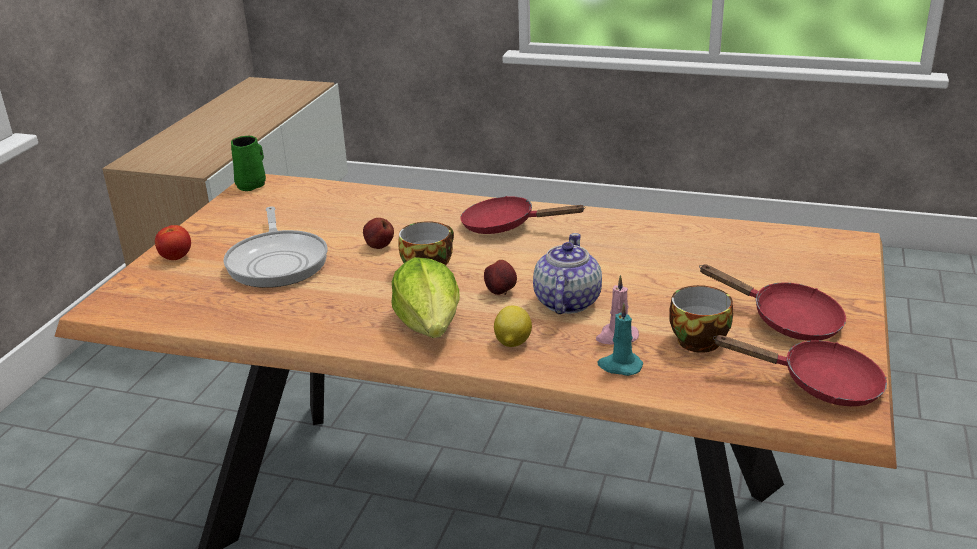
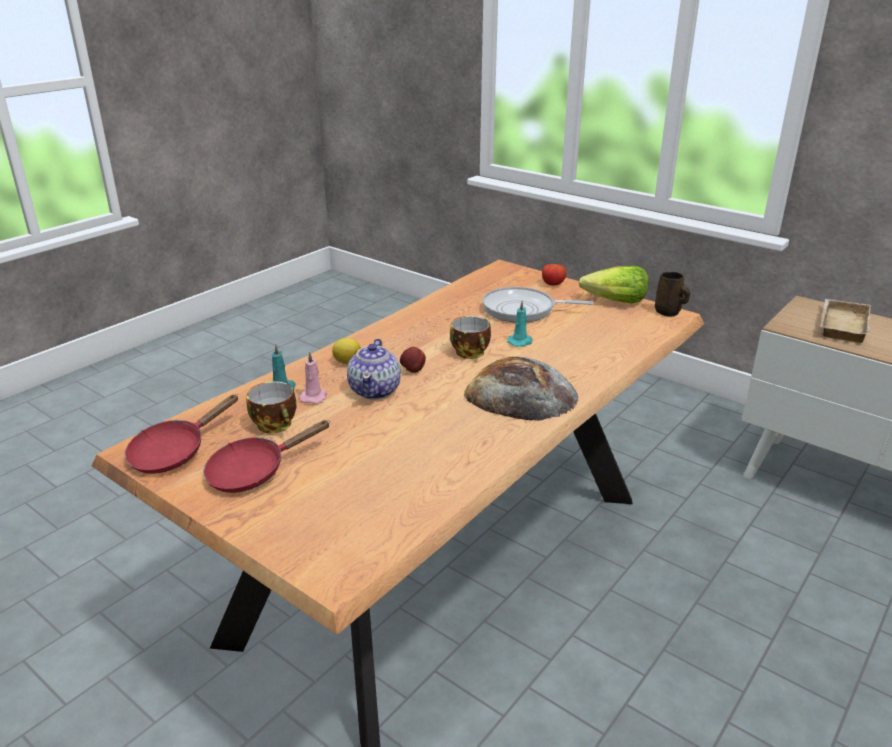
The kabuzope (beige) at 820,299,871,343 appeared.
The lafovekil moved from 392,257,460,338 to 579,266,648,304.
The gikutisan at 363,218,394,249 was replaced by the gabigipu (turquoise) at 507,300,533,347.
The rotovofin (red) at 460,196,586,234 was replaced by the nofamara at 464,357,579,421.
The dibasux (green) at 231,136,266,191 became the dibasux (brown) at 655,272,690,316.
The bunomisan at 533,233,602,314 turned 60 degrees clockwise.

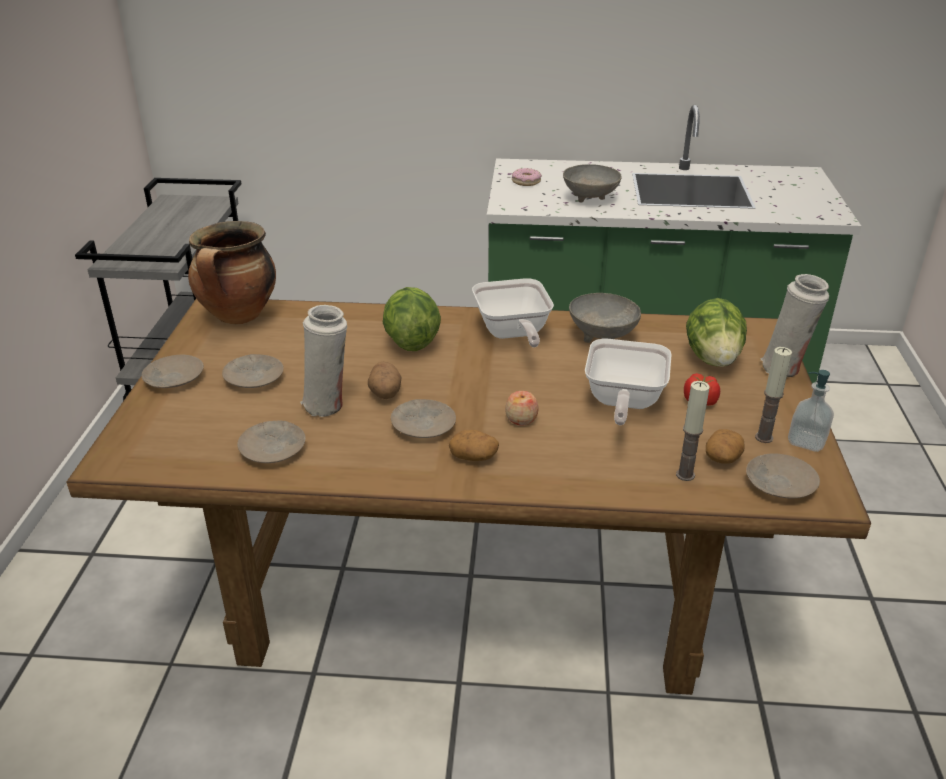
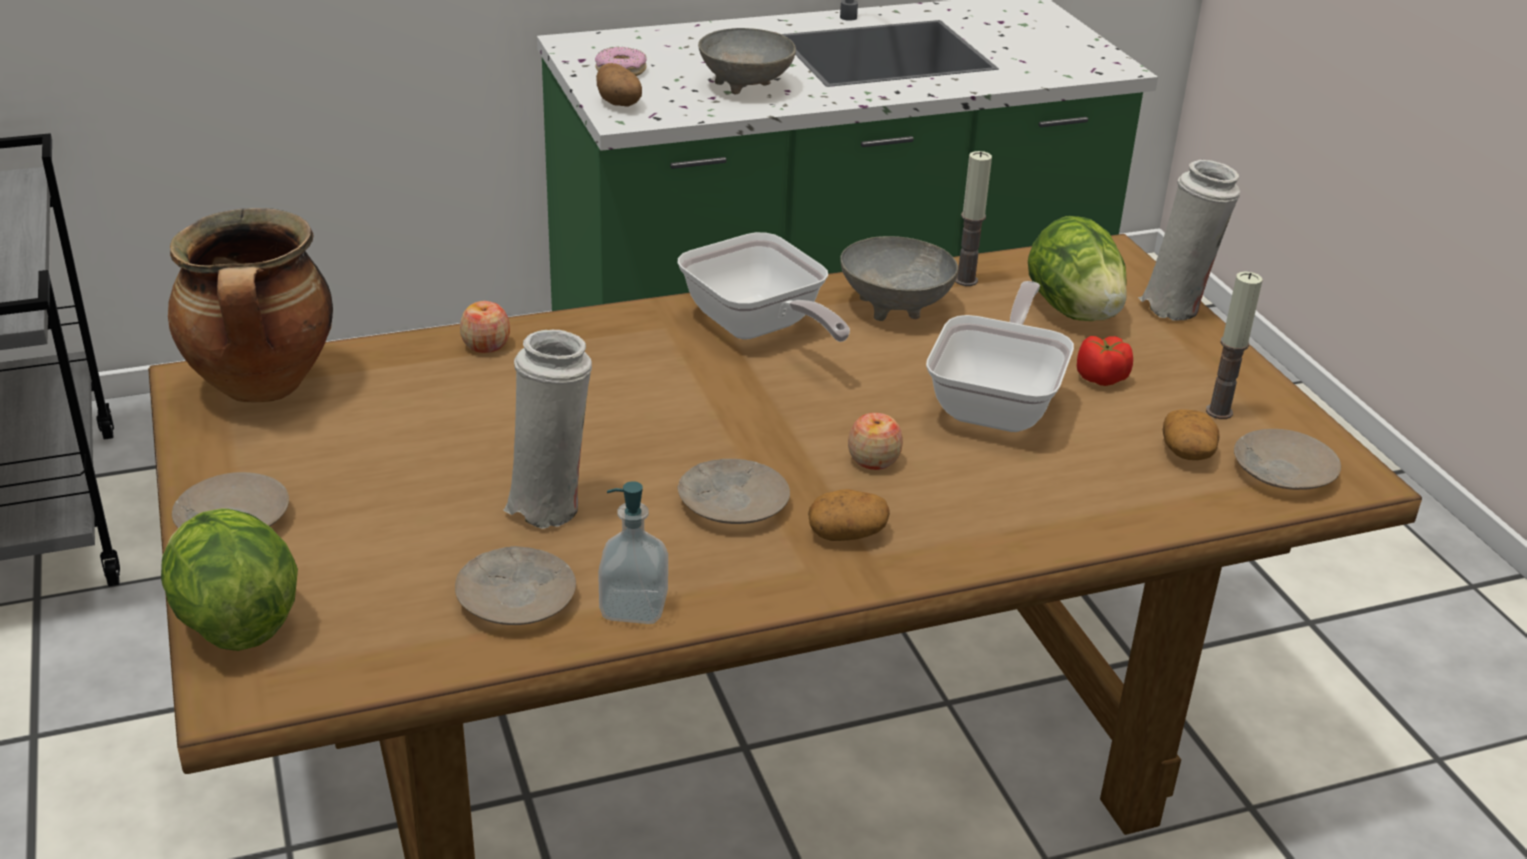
The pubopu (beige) at 222,354,284,388 disappeared.
The gikutisan at 460,301,510,353 appeared.
The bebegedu moved from 368,362,402,399 to 596,63,642,107.
The lafovekil moved from 383,287,441,351 to 161,508,298,651.
The gabigipu moved from 676,381,710,481 to 955,151,992,286.
The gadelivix moved from 788,370,834,452 to 598,481,668,624.
The rotovofin at 585,339,672,425 turned 150 degrees counterclockwise.

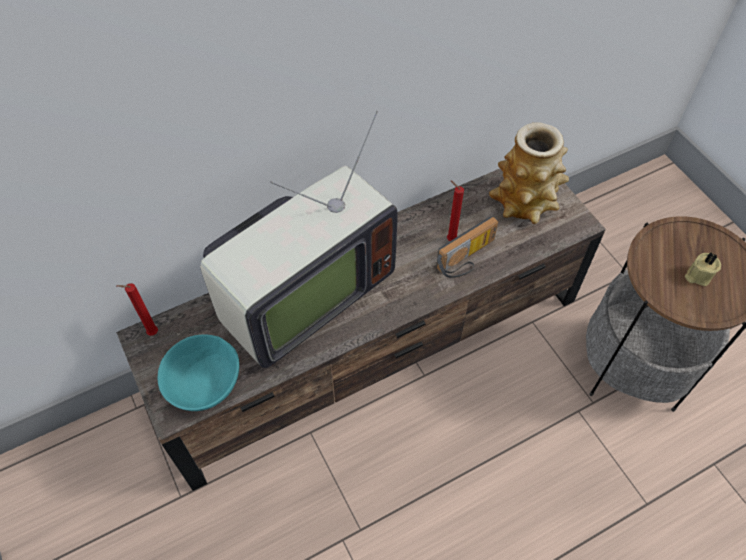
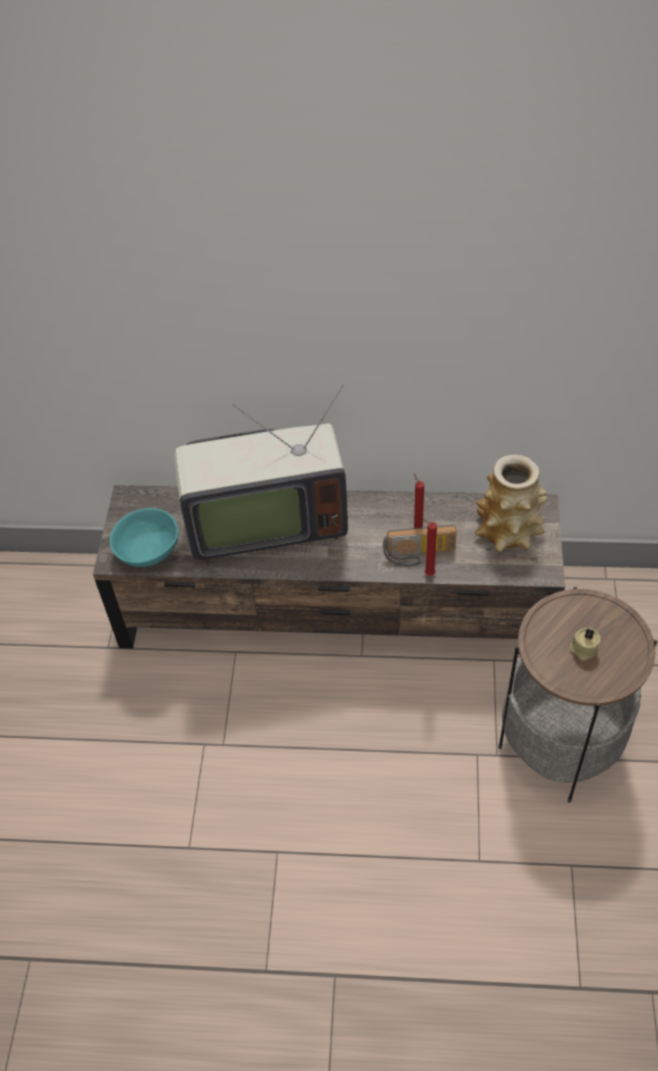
The gabigipu (red) moved from 117,283,158,336 to 423,519,437,576.

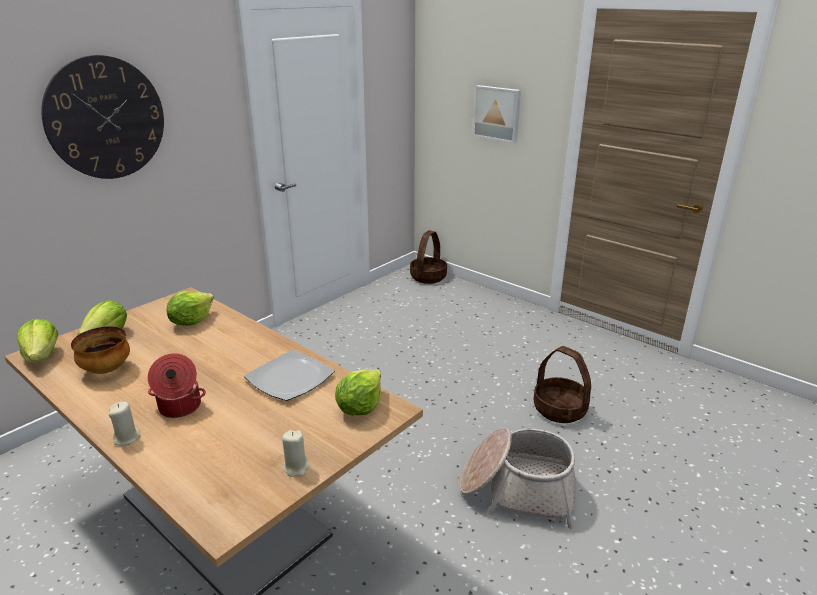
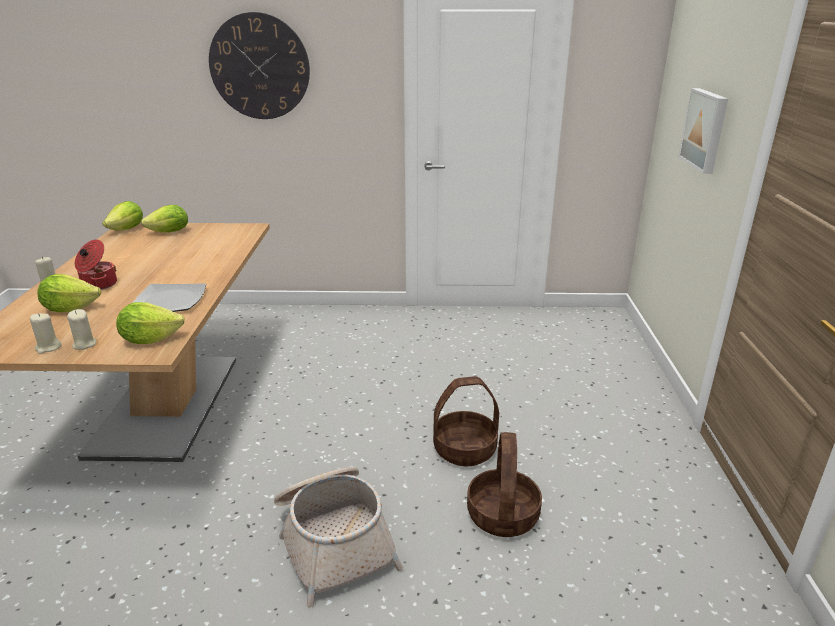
The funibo at 71,327,130,374 disappeared.
The gabigipu (beige) at 67,309,96,350 appeared.
The lafovekil moved from 166,291,214,326 to 37,274,101,312.
The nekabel moved from 410,230,447,284 to 433,376,499,466.

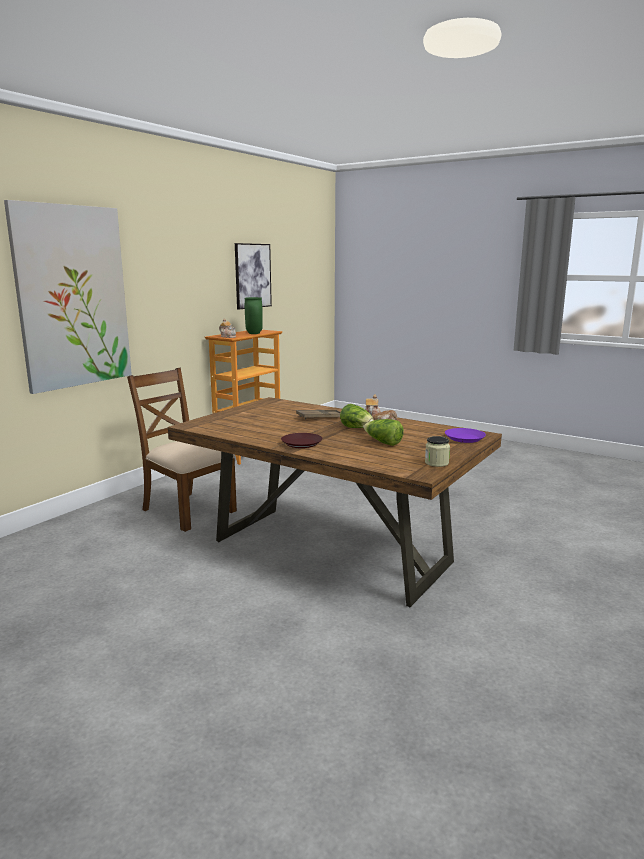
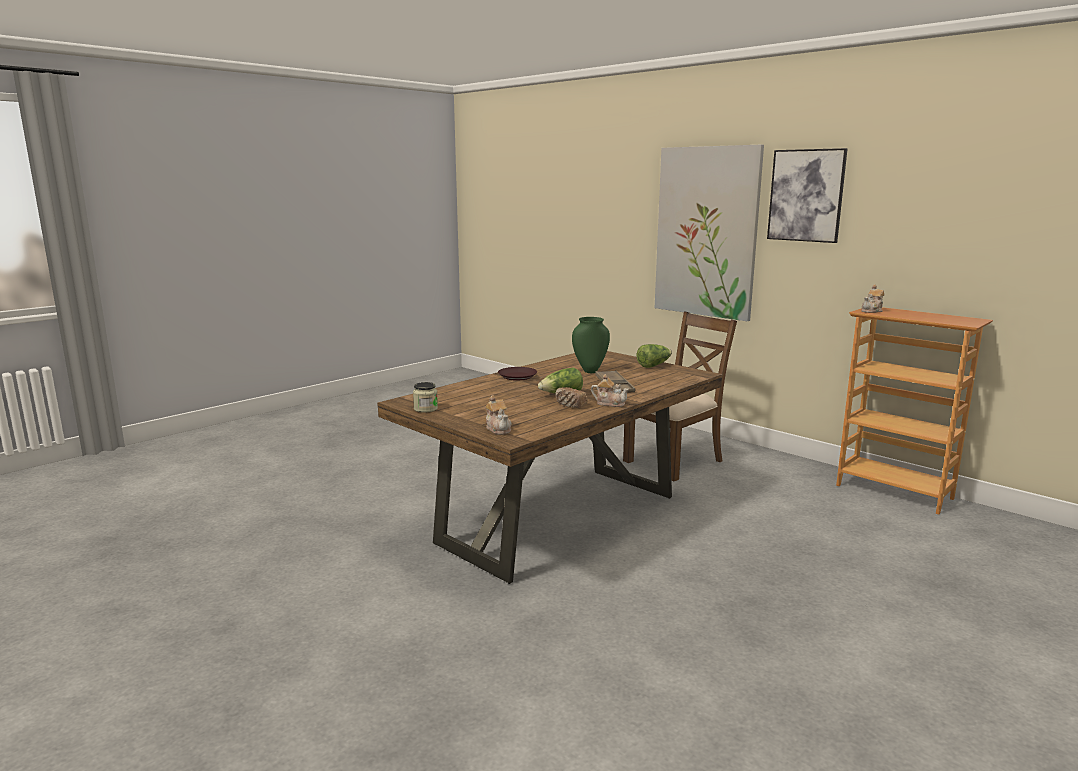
The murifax moved from 235,243,272,310 to 767,148,848,243.
The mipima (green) moved from 245,297,263,334 to 572,317,610,373.
The lafovekil moved from 363,419,404,446 to 637,344,672,368.
The pubopu (purple) at 445,428,486,443 was replaced by the bunomisan at 485,395,512,435.

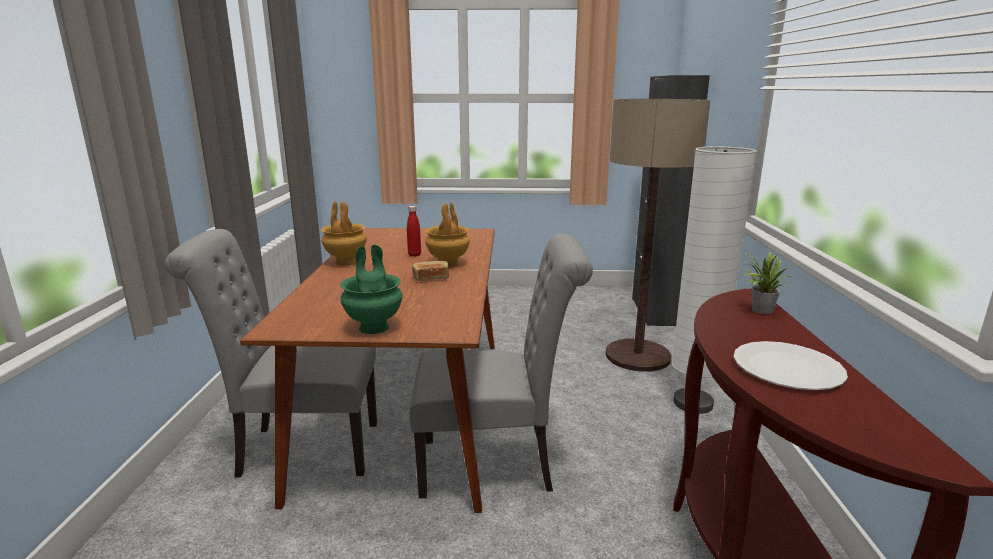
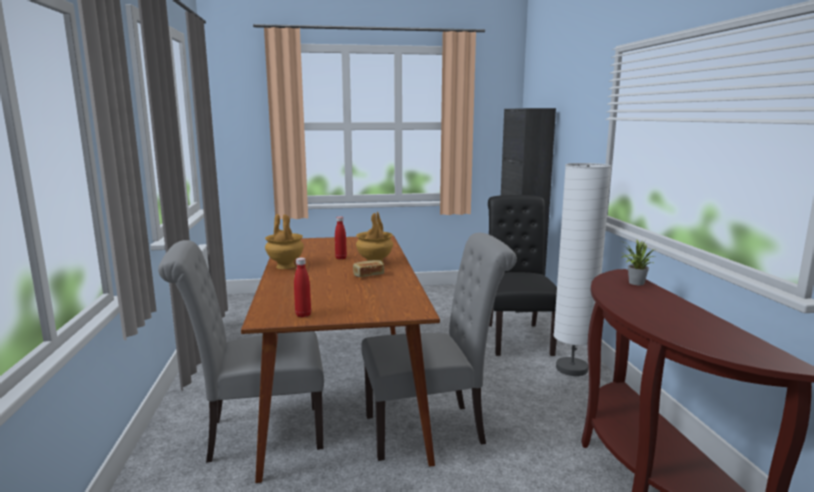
The mipima (green) at 340,245,402,334 disappeared.
The pubopu (white) at 734,341,848,390 disappeared.
The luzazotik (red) at 294,258,311,317 appeared.
The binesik at 605,99,710,372 was replaced by the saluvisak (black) at 488,195,557,356.

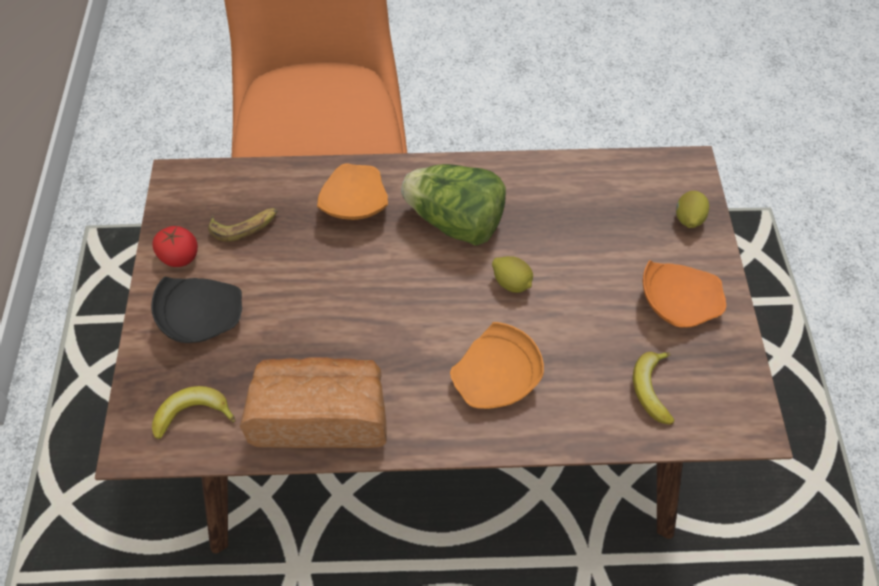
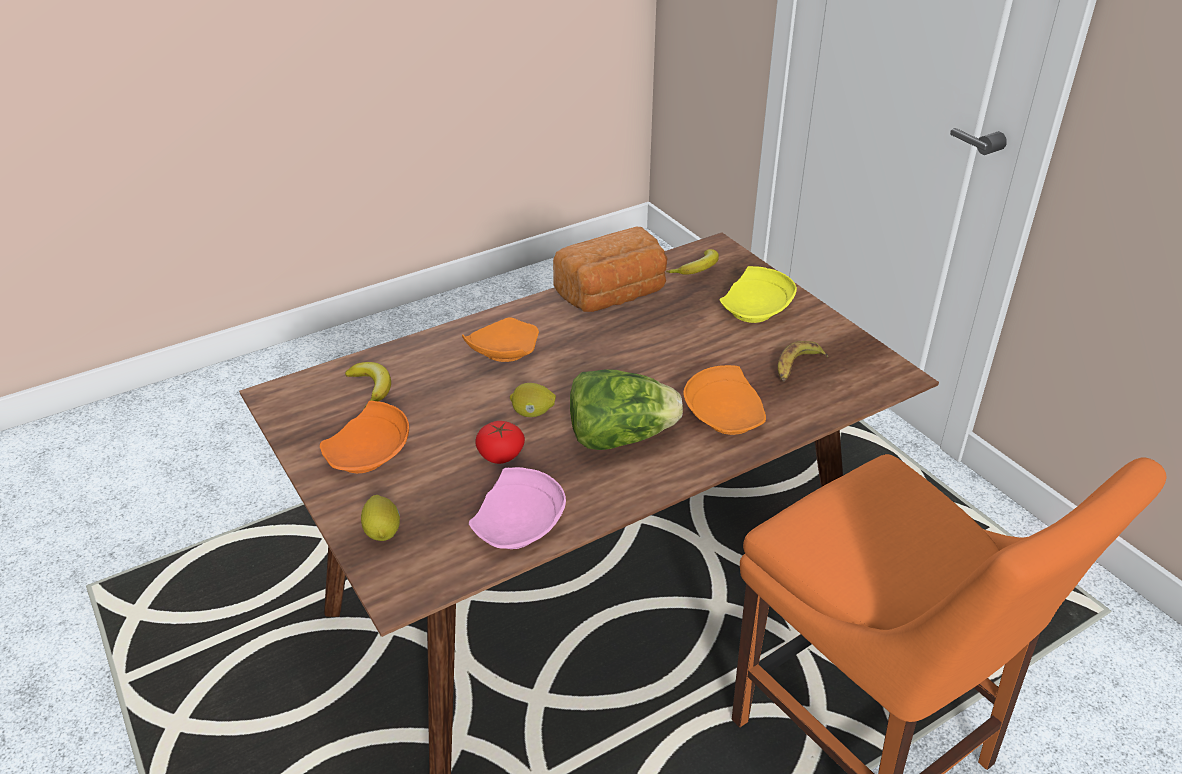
The pubopu (pink) at 469,467,566,549 appeared.
The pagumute moved from 153,226,198,267 to 475,421,525,464.
The pubopu (black) at 151,277,242,343 became the pubopu (yellow) at 720,266,797,323.

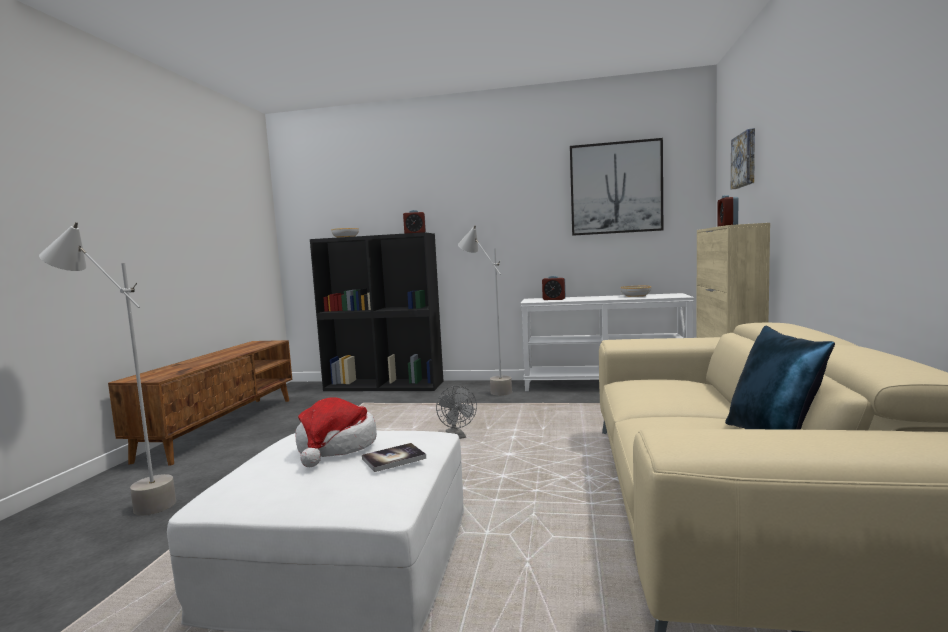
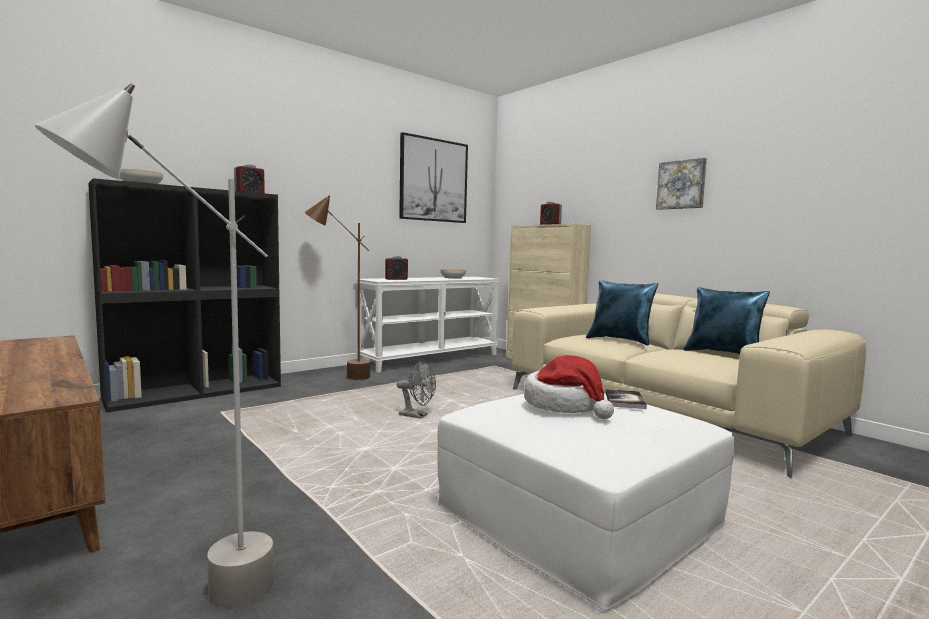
The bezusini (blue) at 586,280,658,346 appeared.
The murifax moved from 731,128,755,189 to 656,158,707,210.
The binesik (grey) at 458,225,512,396 became the binesik (brown) at 305,195,370,380.

